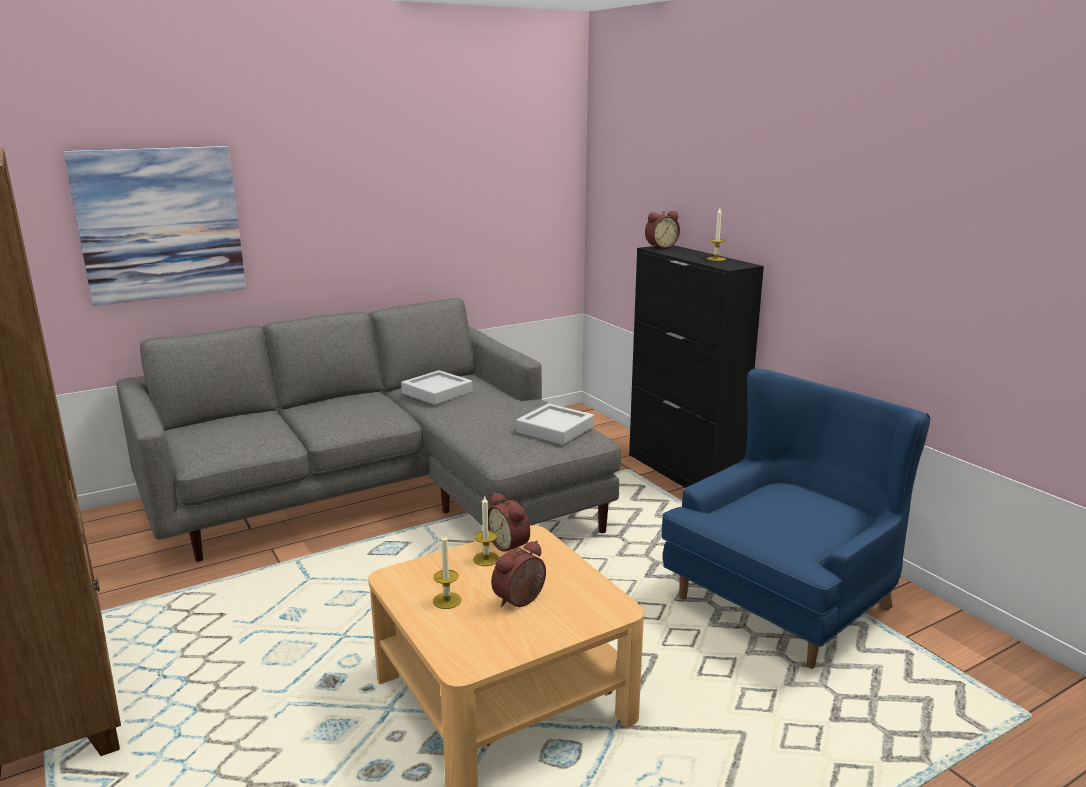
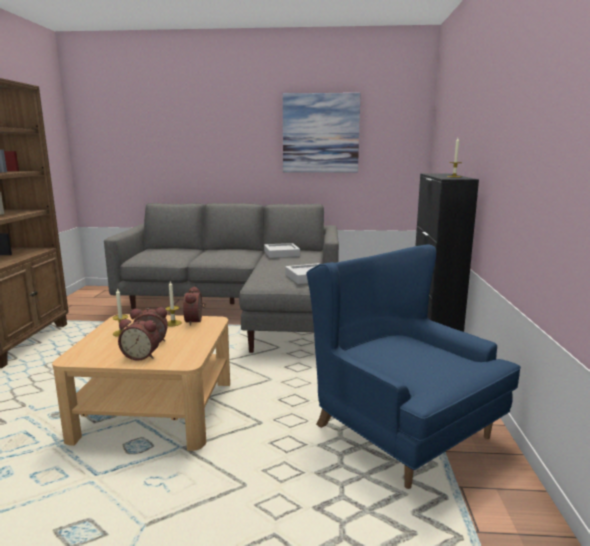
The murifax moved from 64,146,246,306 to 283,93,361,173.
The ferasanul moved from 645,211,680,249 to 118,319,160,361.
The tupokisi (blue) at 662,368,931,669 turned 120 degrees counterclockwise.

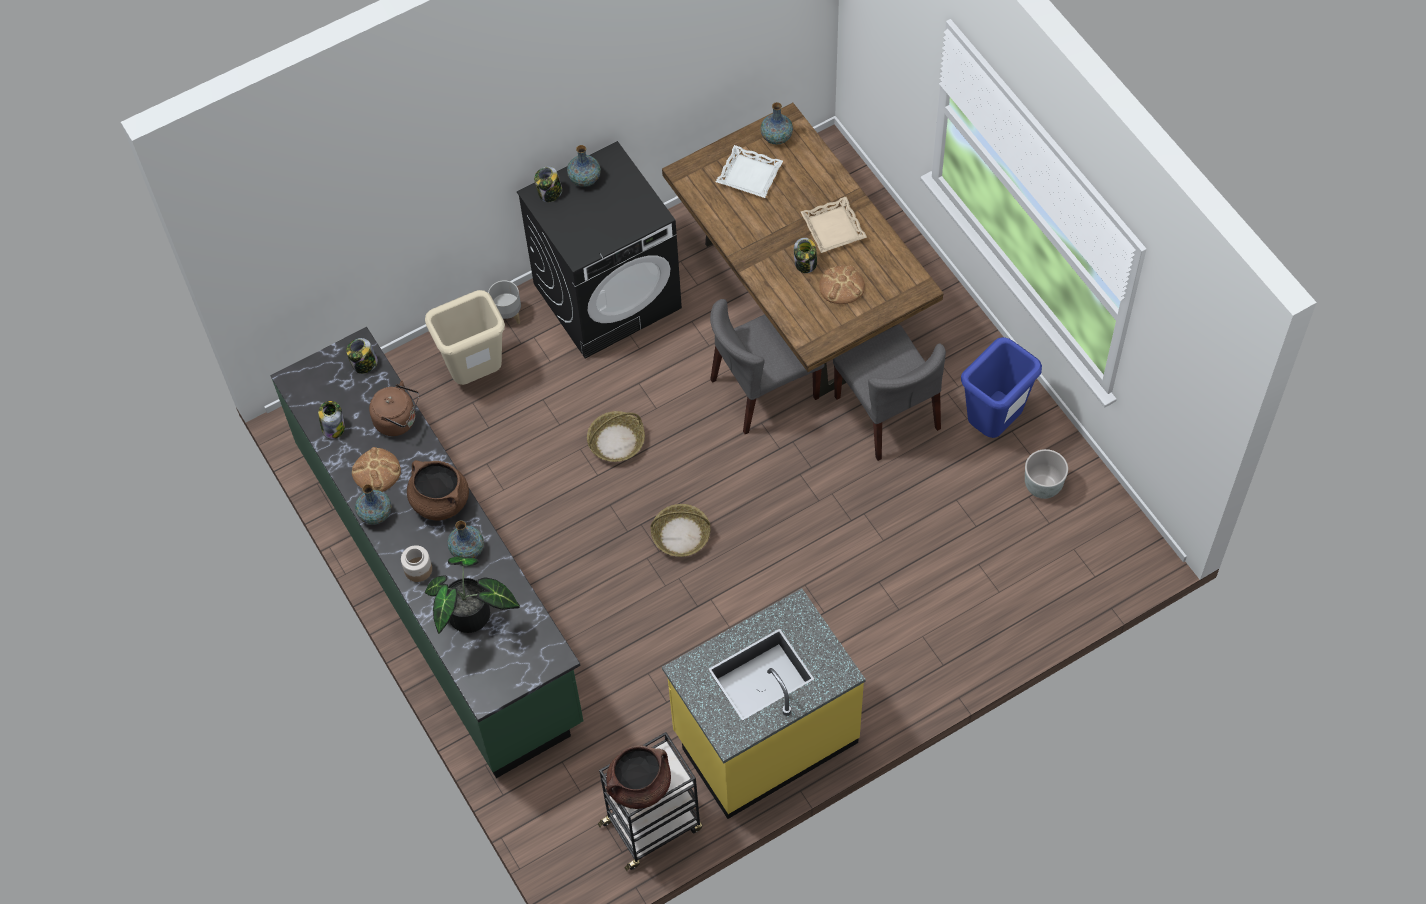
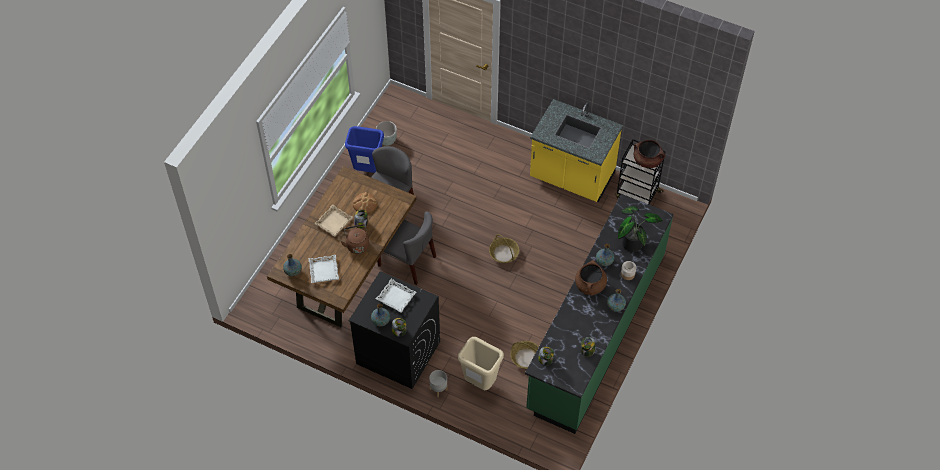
The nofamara at 352,447,401,492 disappeared.
The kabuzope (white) at 376,279,416,313 appeared.
The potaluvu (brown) moved from 369,380,419,436 to 341,224,369,254.
The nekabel moved from 587,411,645,462 to 510,341,539,369.

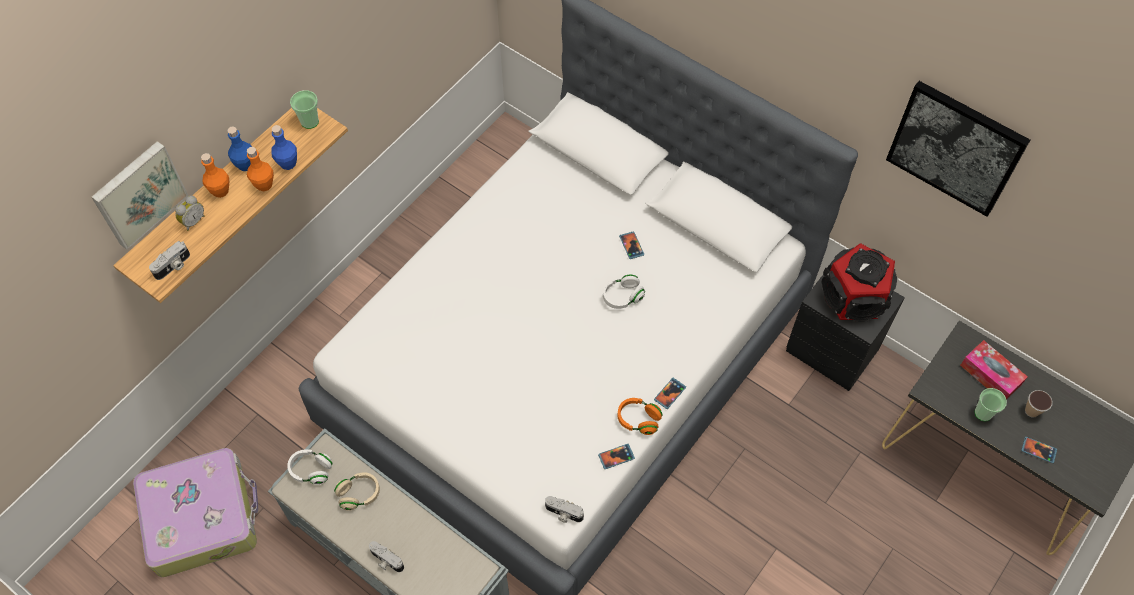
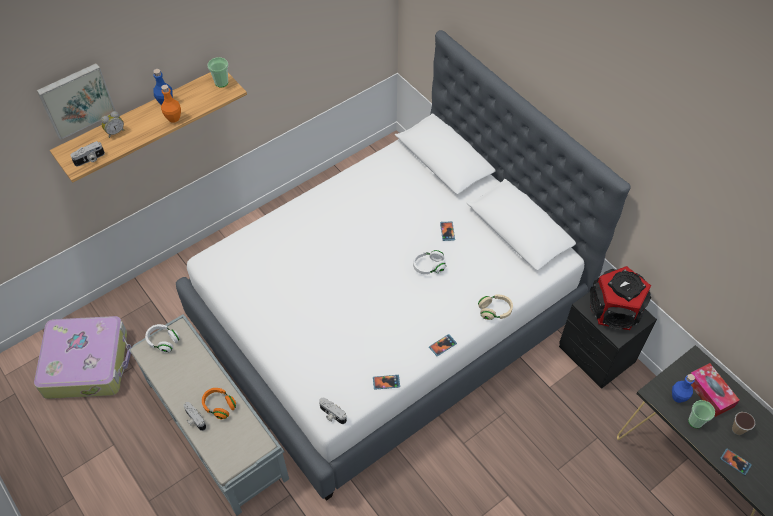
The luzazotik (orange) at 201,153,229,198 disappeared.
The murifax at 886,81,1030,217 disappeared.
The luzazotik (blue) moved from 272,125,297,170 to 672,374,695,403.
The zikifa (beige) moved from 334,472,380,511 to 478,295,513,320.
The zikifa (orange) moved from 618,398,663,435 to 202,388,236,419.

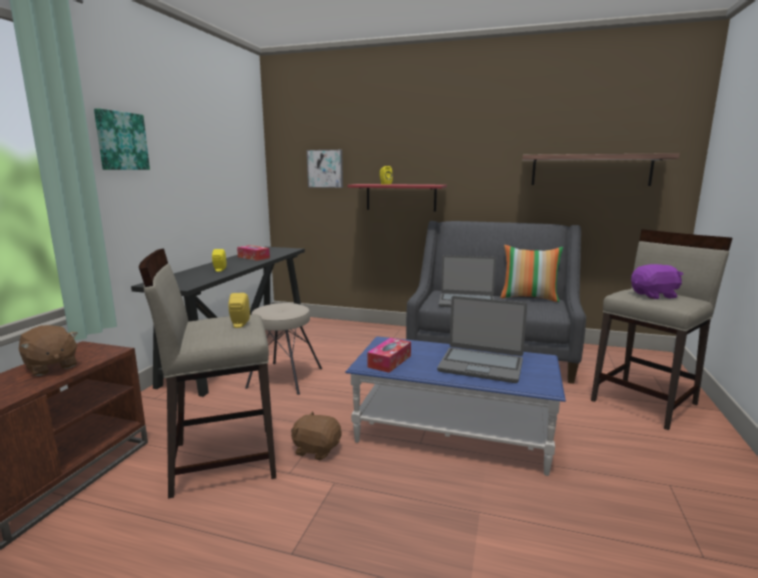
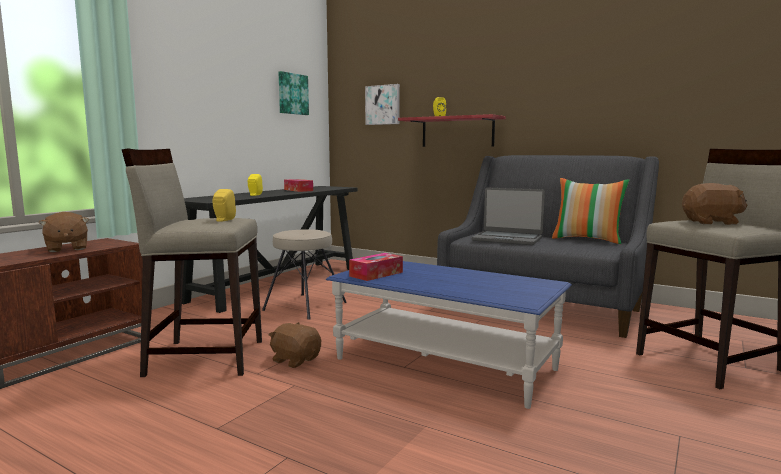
The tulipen at 437,296,527,383 disappeared.
The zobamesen at 522,153,680,186 disappeared.
The murifax moved from 94,108,150,170 to 278,71,309,115.
The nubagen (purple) at 631,264,683,299 became the nubagen (brown) at 682,183,748,225.

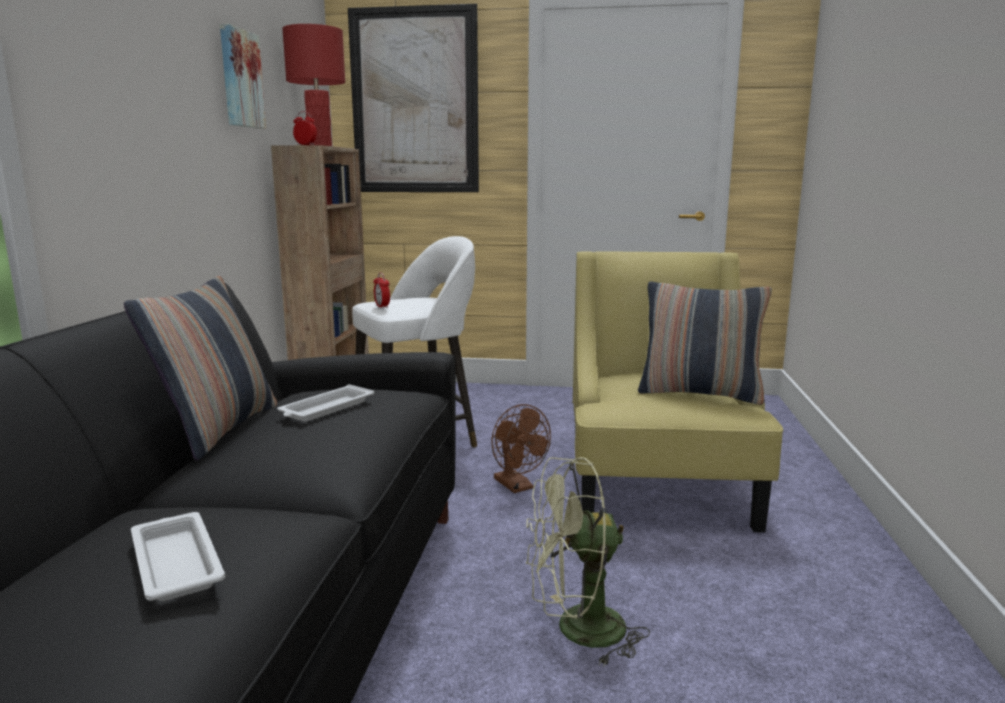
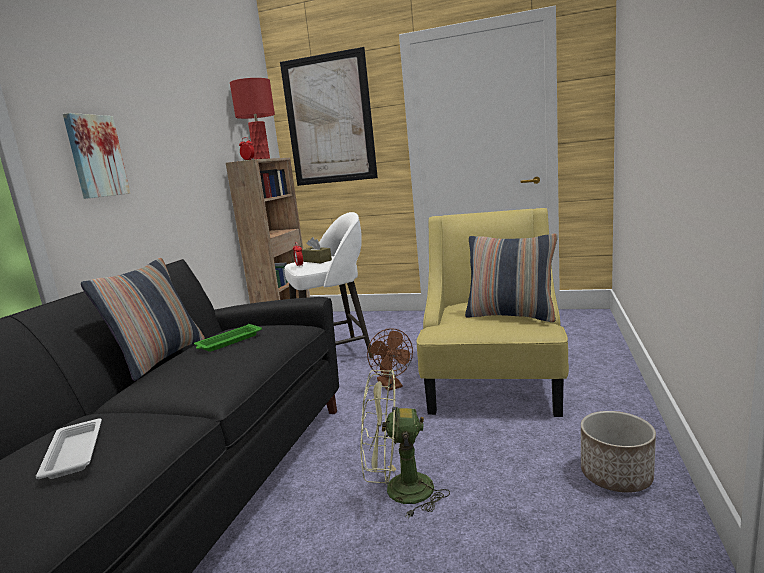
The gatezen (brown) at 302,237,332,263 appeared.
The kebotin at 581,411,656,493 appeared.
The murifax moved from 220,24,266,129 to 63,113,130,199.
The kabuzope (white) at 277,384,374,422 became the kabuzope (green) at 194,324,262,352.

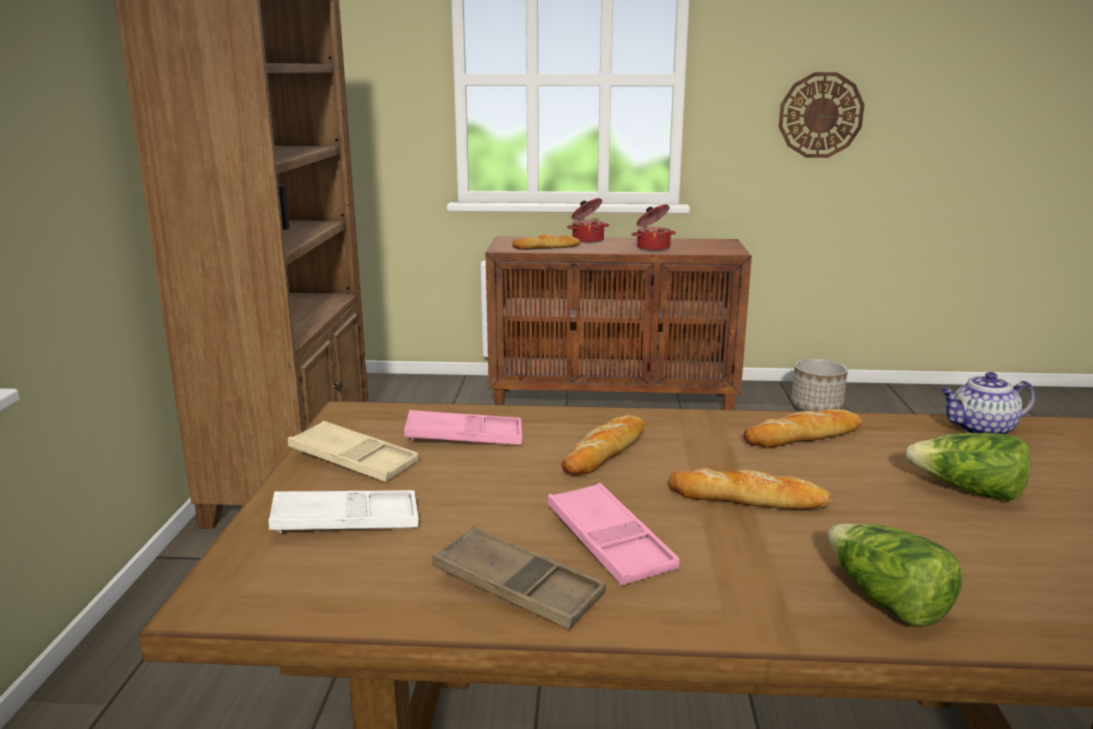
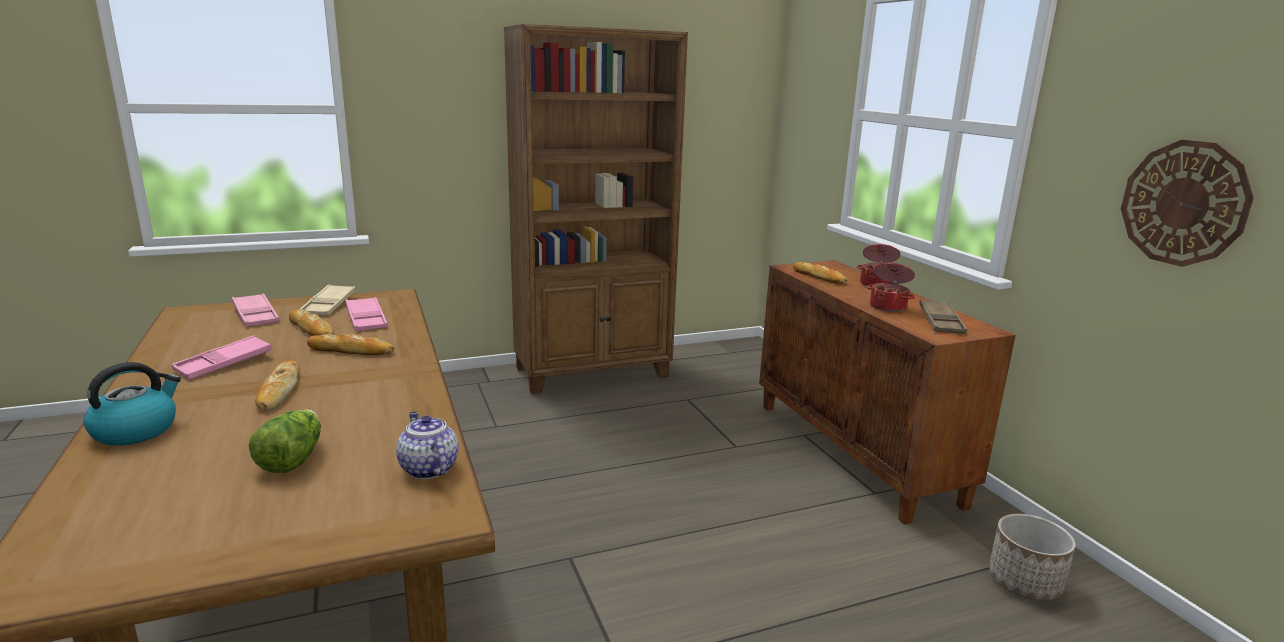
The kabuzope (brown) moved from 432,526,606,630 to 919,300,967,334.
The nofamara moved from 744,409,862,448 to 289,309,334,336.
The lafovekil at 828,524,963,626 was replaced by the potaluvu at 83,362,181,446.
The kabuzope (white) at 269,490,419,533 became the kabuzope (pink) at 232,293,279,327.

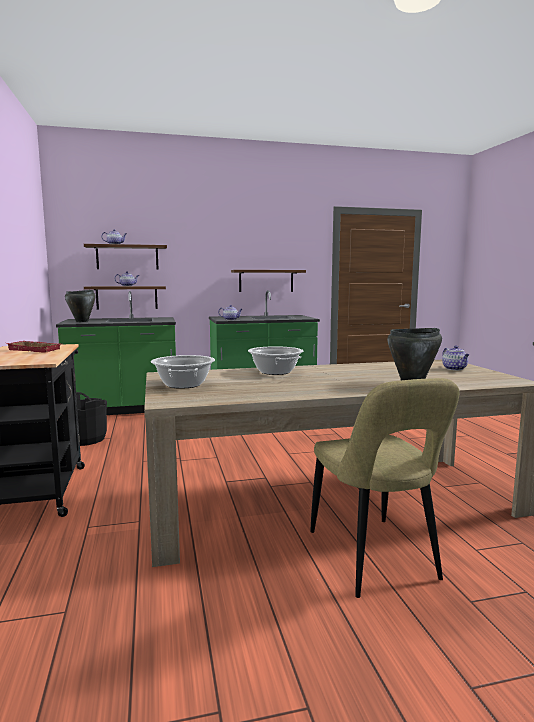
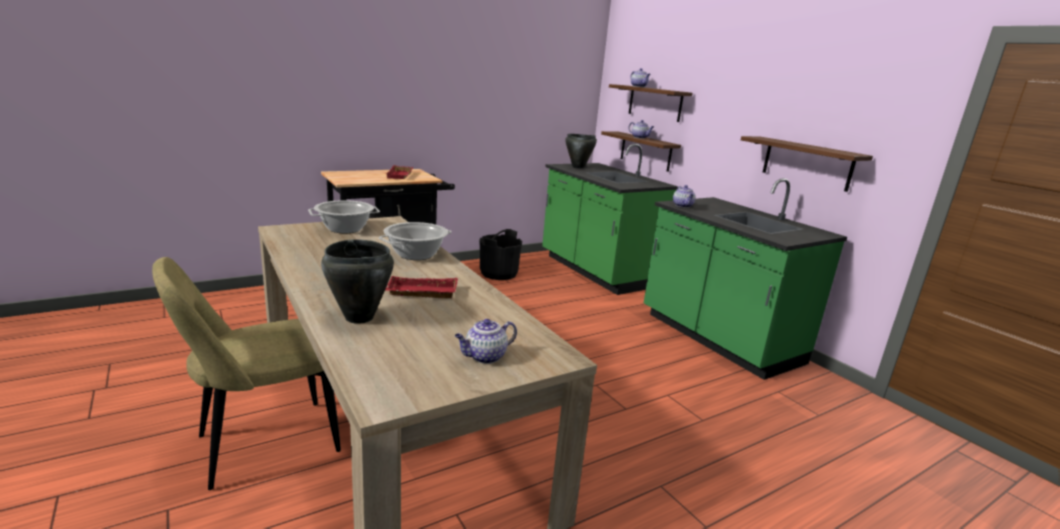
The kabuzope (red) at 385,276,458,299 appeared.

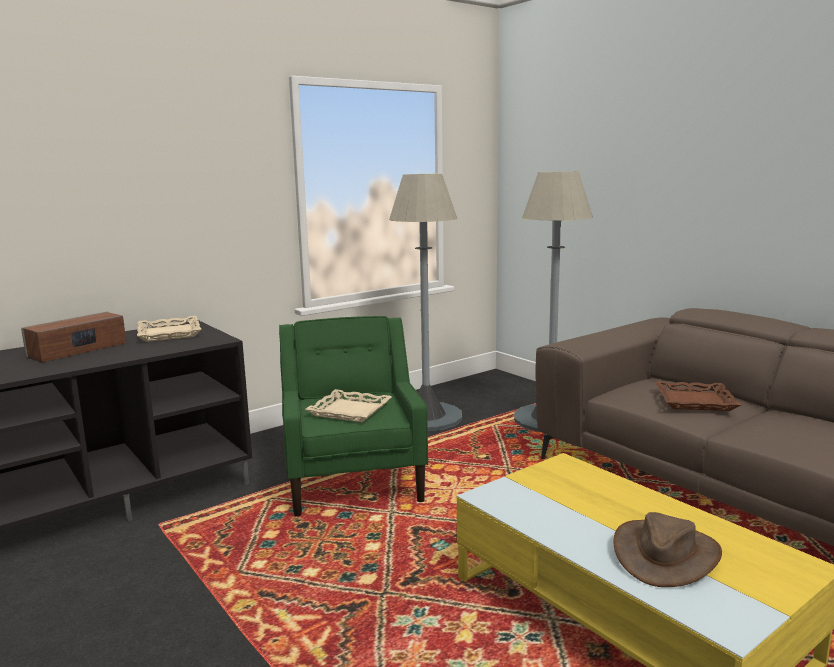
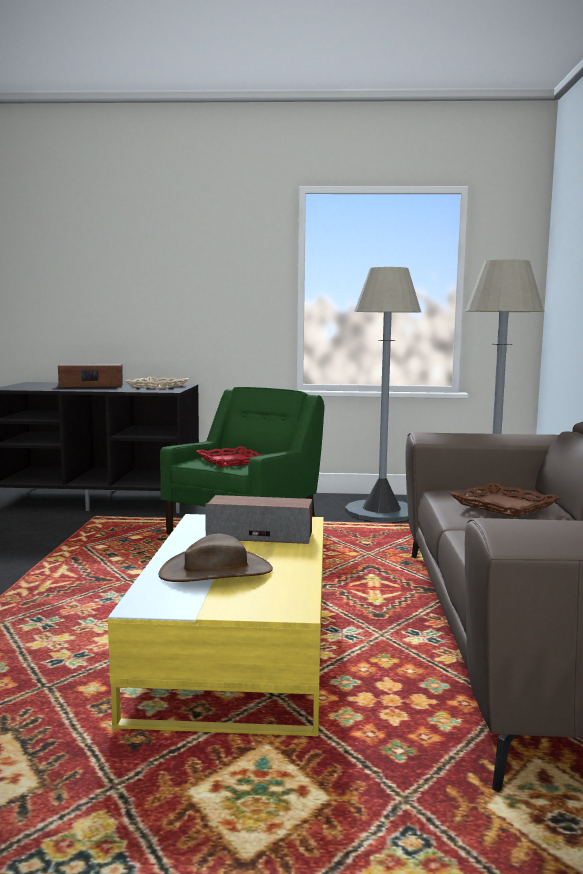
The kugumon at 205,495,312,544 appeared.
The kabuzope (beige) at 305,389,392,422 became the kabuzope (red) at 196,446,264,467.

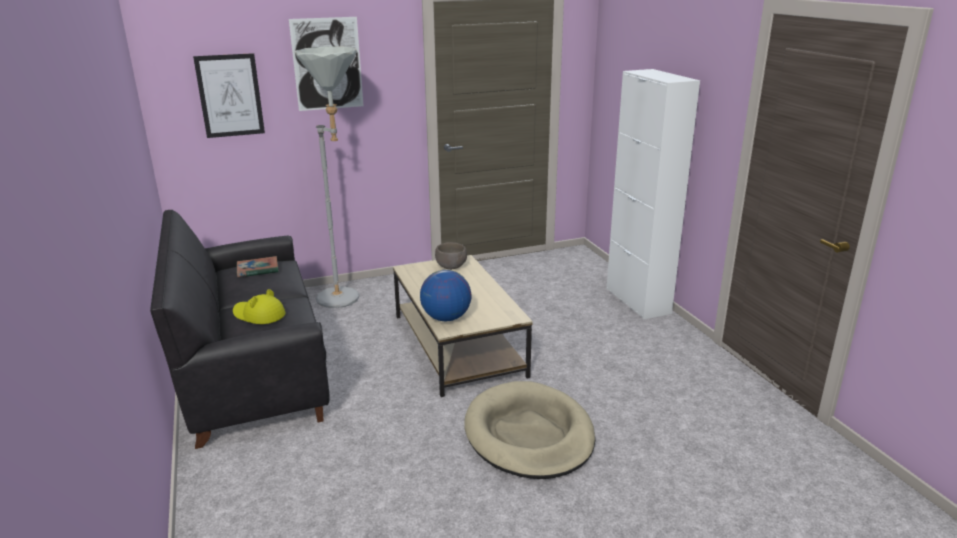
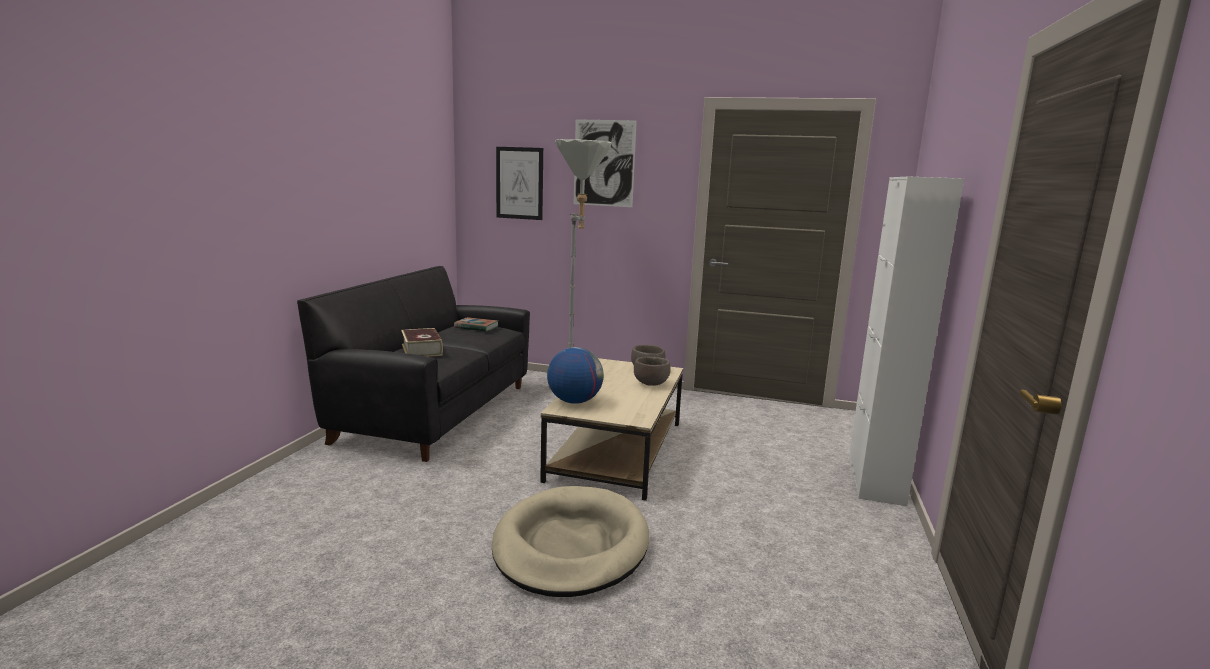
The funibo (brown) at 634,357,671,386 appeared.
The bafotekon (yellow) at 233,289,285,324 was replaced by the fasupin at 401,328,443,357.

